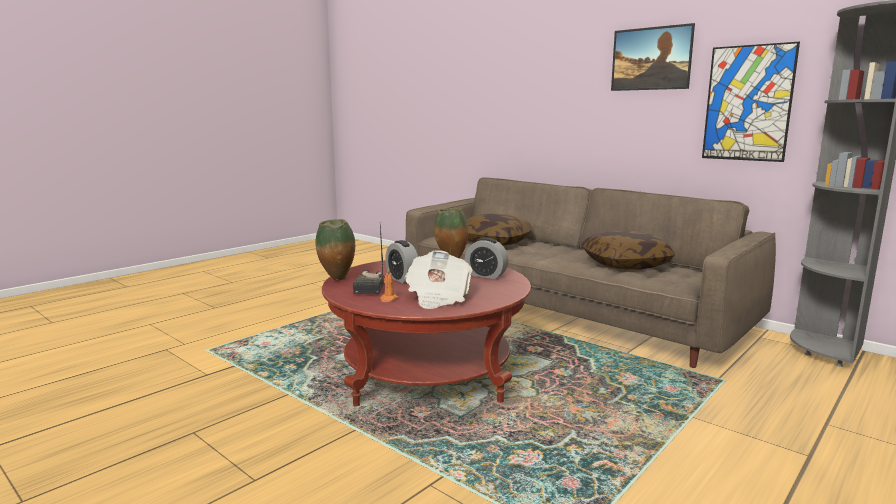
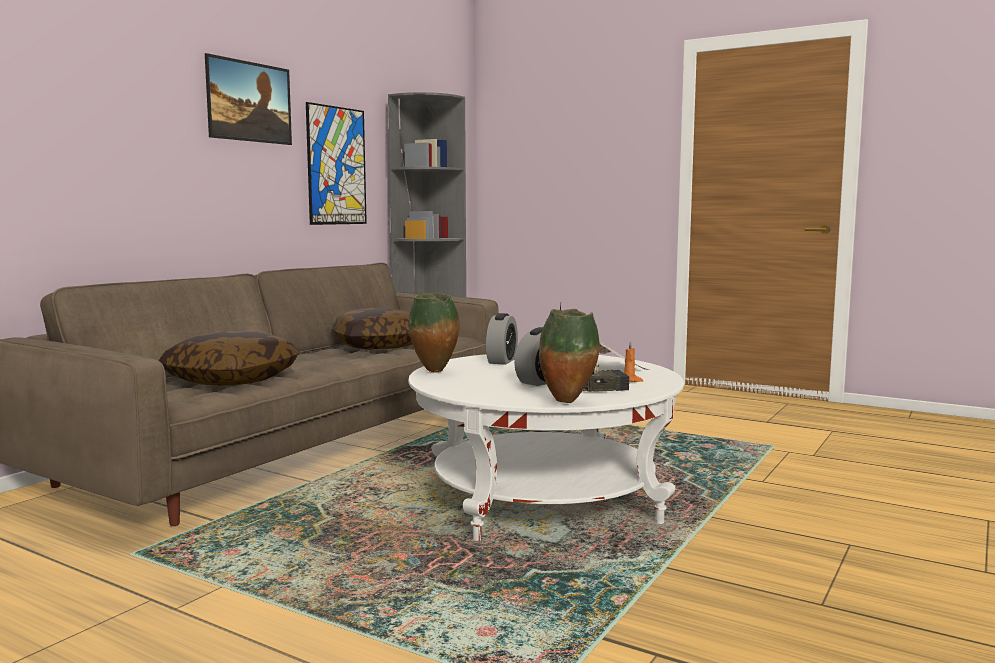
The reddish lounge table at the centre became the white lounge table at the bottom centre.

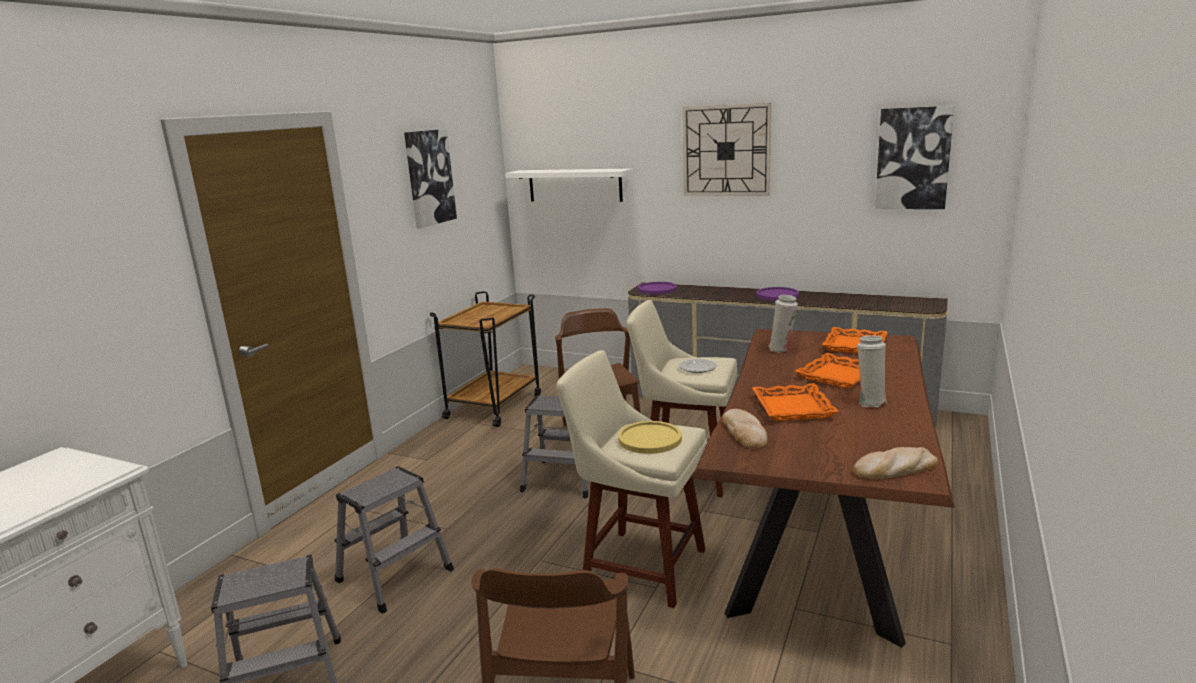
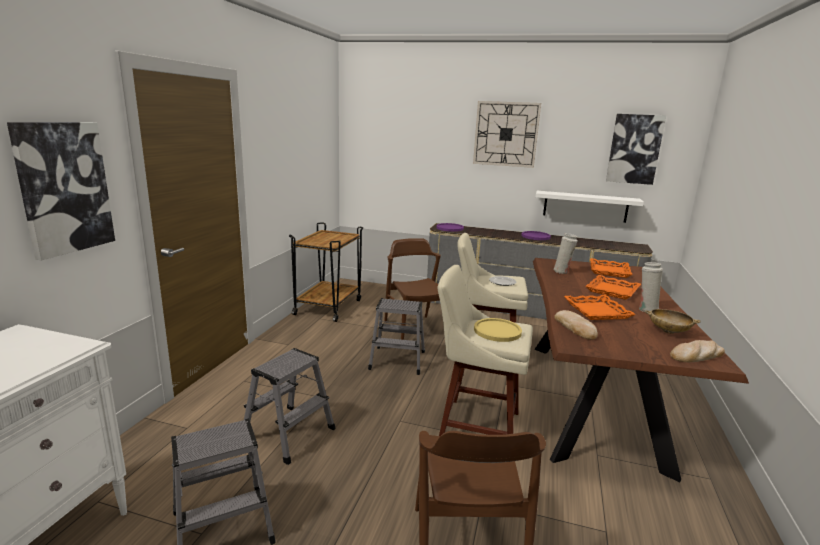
The wall art (1st from left) moved from the top centre to the middle left. The white wall shelf moved from the top centre to the middle right. The beige bowl at the middle right appeared.

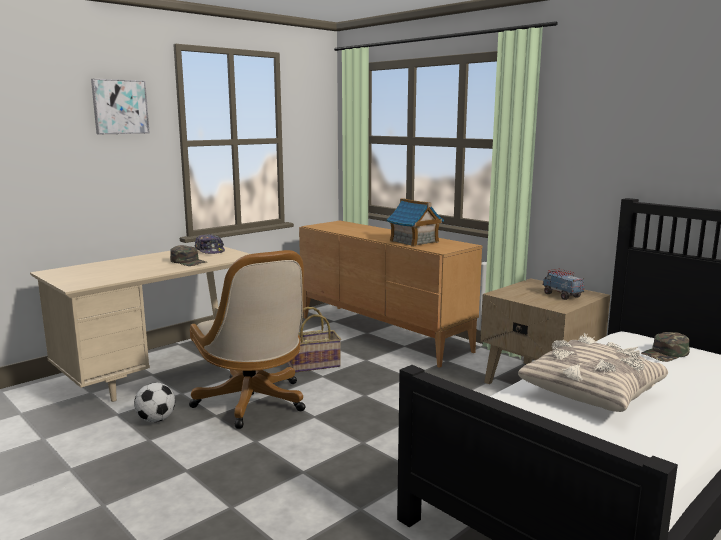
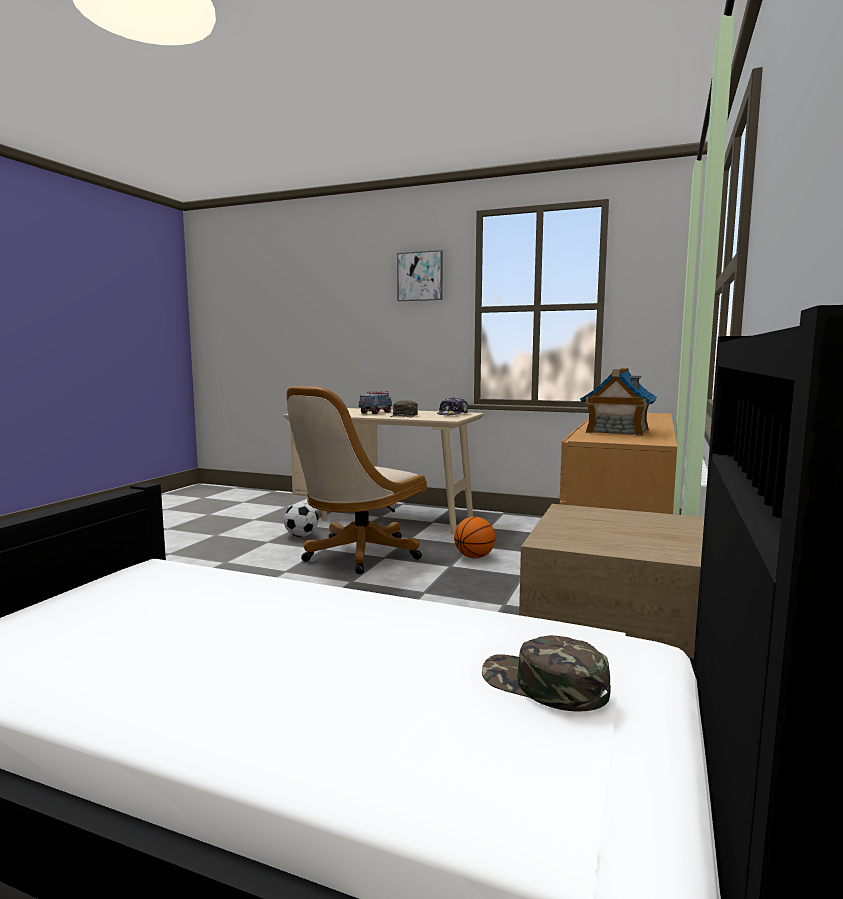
The toy truck moved from the middle right to the centre. The household basket at the centre was replaced by the ball for basketball at the centre. The beige pillow at the bottom right disappeared.

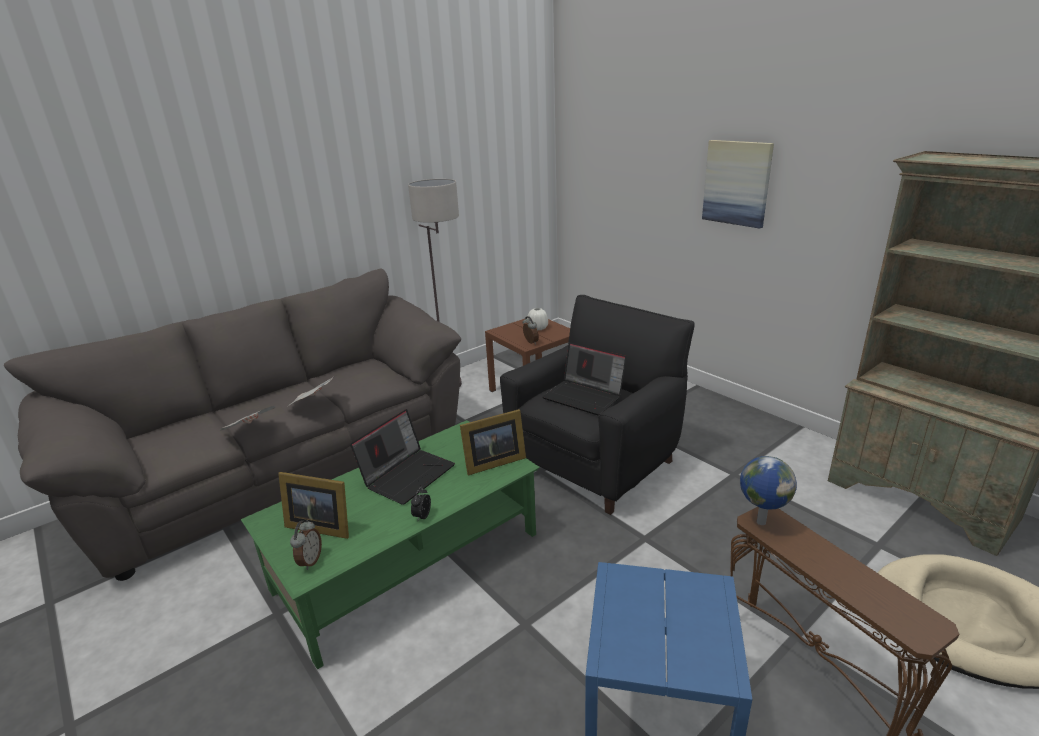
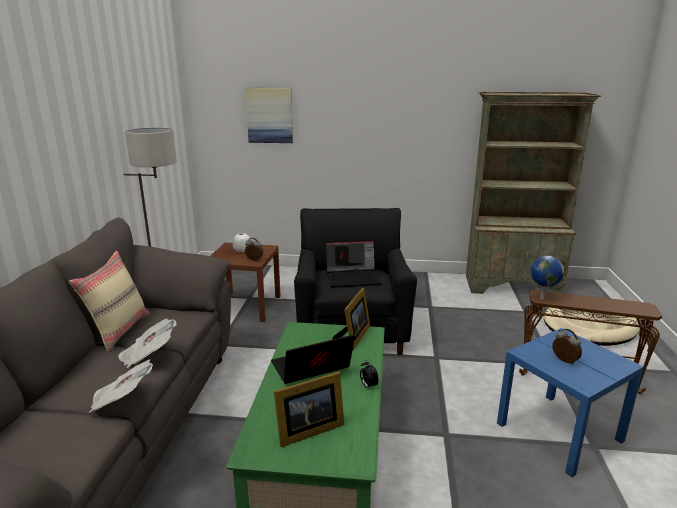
The wall art moved from the top right to the top centre. The portable computer (1st from left) at the centre turned 105 degrees counterclockwise. The table clock (1st from left in the first image) moved from the bottom left to the bottom right. The beige pillow at the middle left appeared.

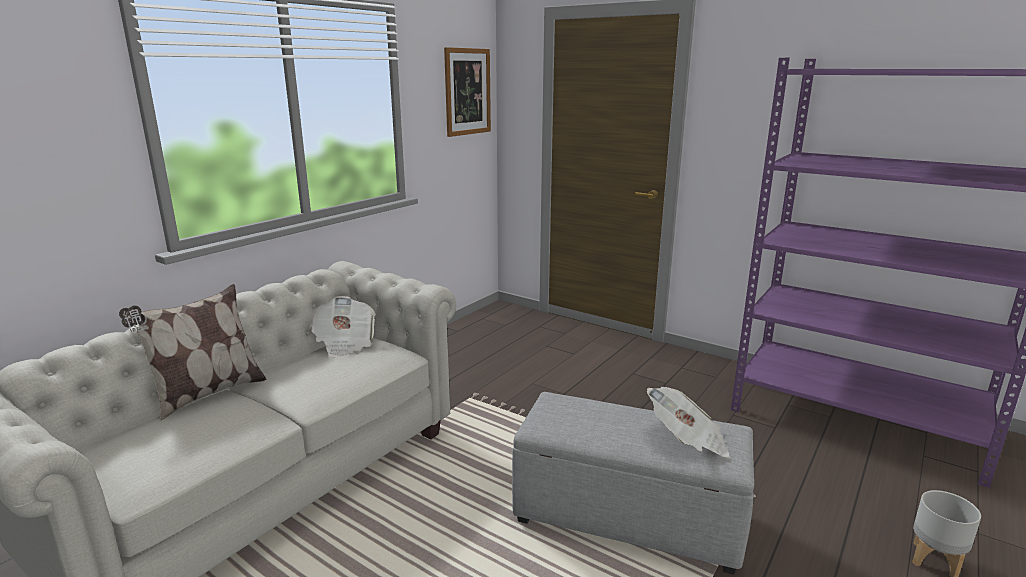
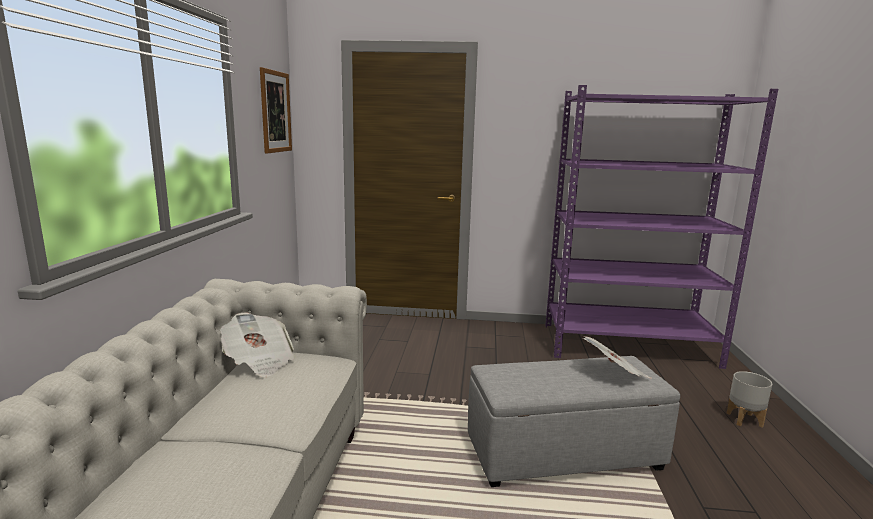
The pillow at the middle left disappeared.

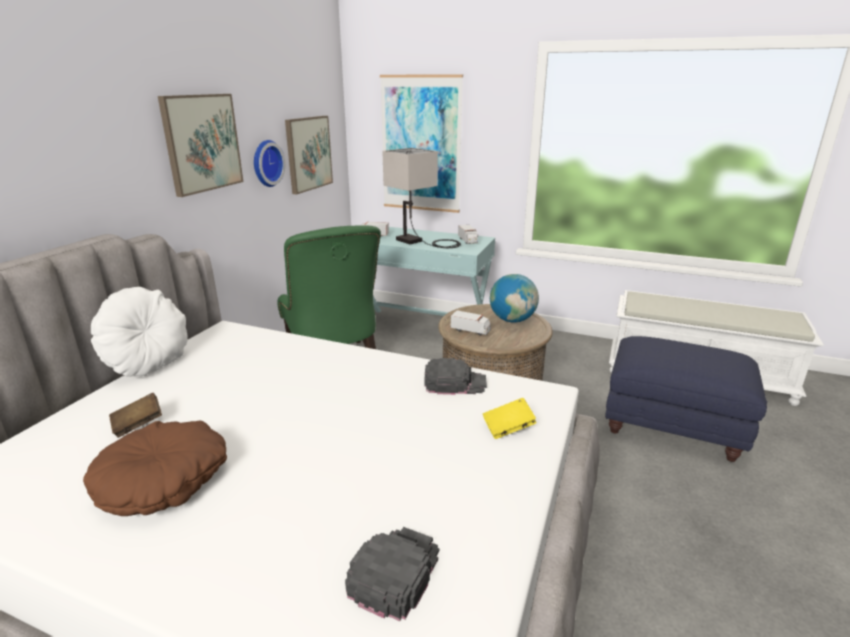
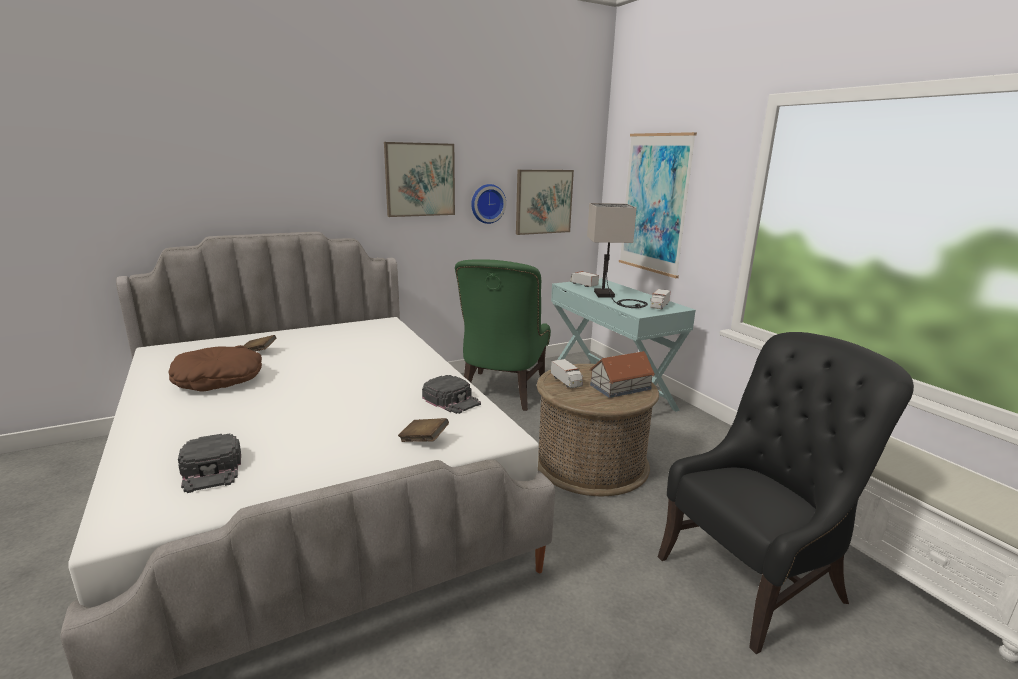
The globe at the centre was replaced by the miniature house at the centre. The white pillow at the middle left disappeared. The blue ottoman at the middle right was replaced by the black-coloured plain chair at the bottom right. The yellow-coloured bound book at the centre became the brown-coloured bound book (2nd from left) at the centre. The black-coloured cap (1st from left) at the bottom centre turned 90 degrees clockwise.

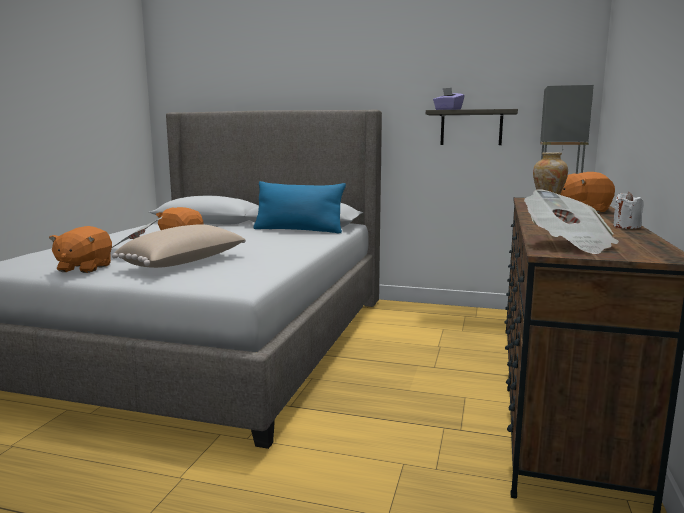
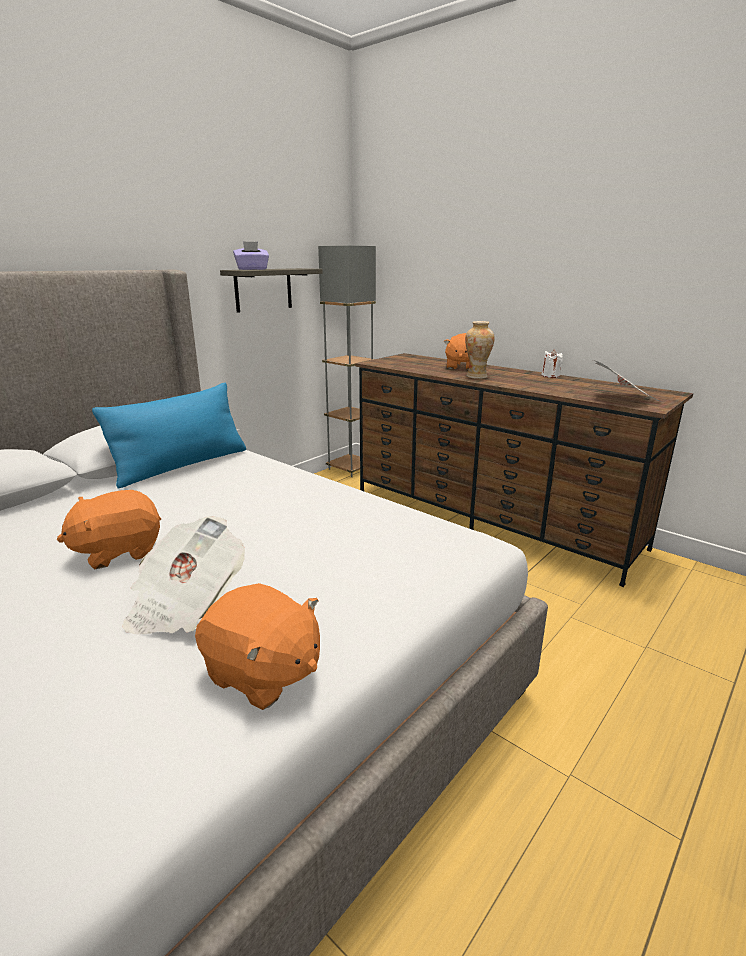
The beige pillow at the middle left disappeared.

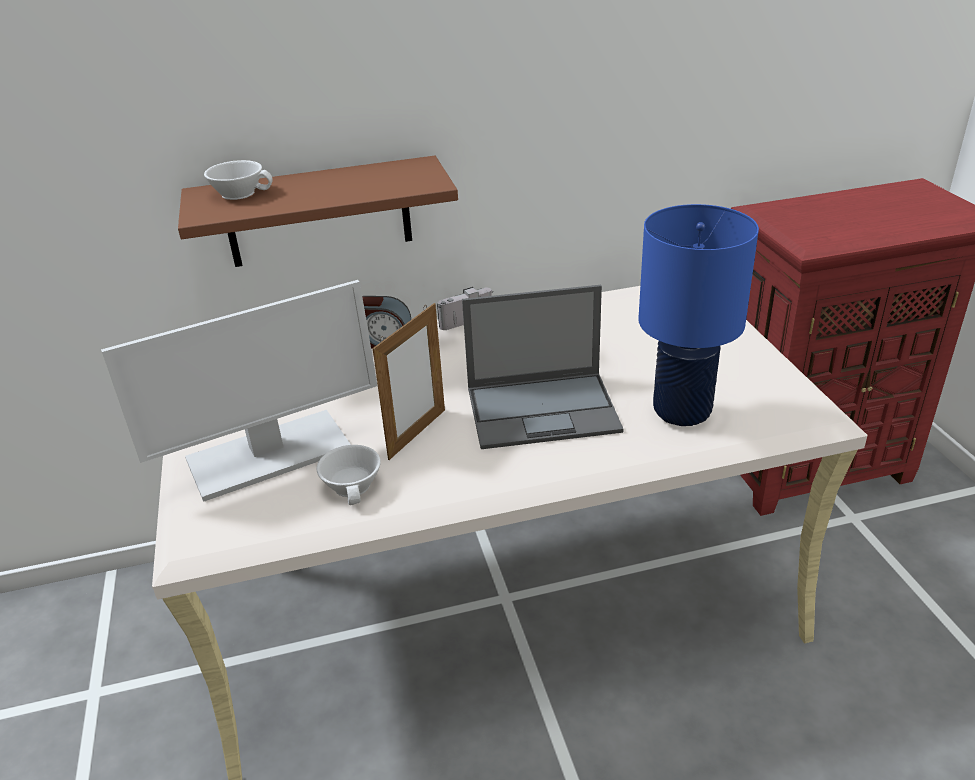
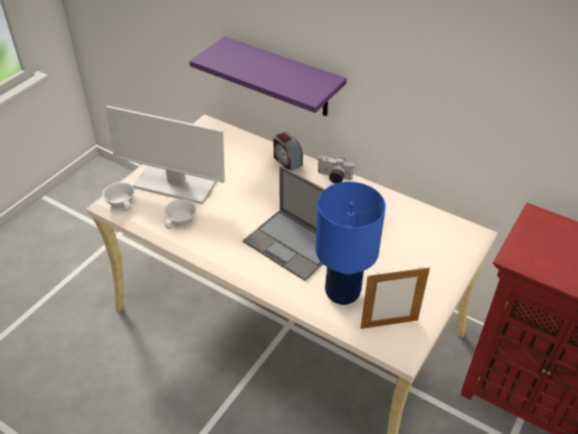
The brown-coloured wall shelf at the top left became the purple wall shelf at the top centre. The white small cup (1st from left) moved from the top left to the middle left. The photo frame moved from the centre to the bottom right.

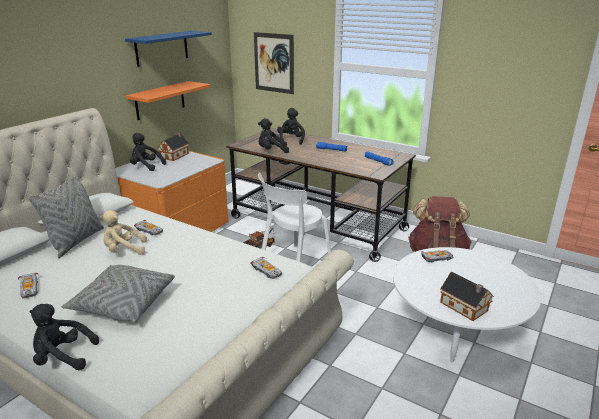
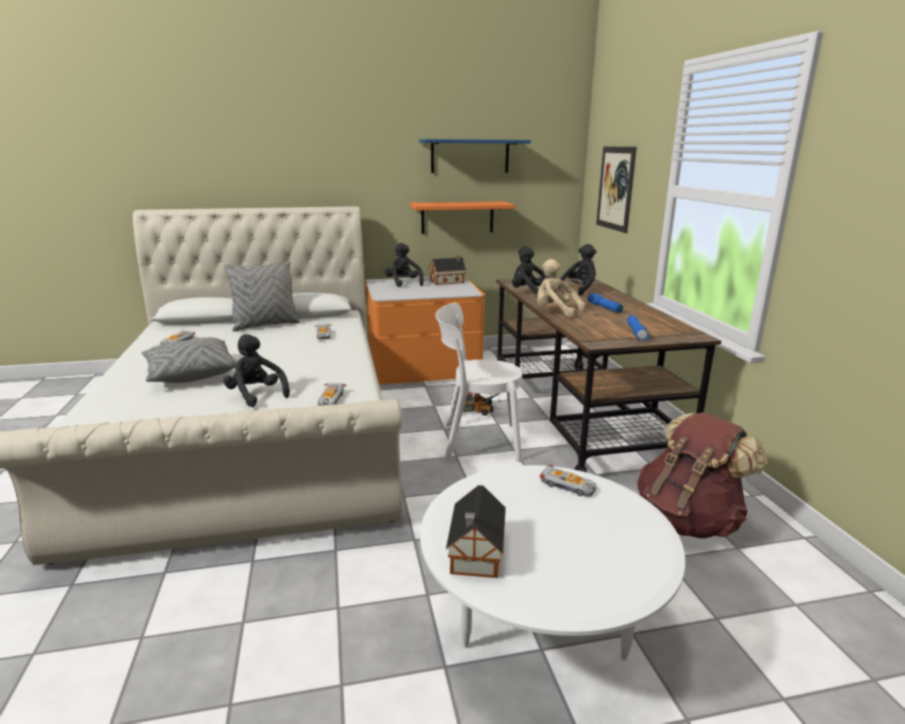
The beige soft toy moved from the middle left to the centre. The black-coloured soft toy (1st from left) moved from the bottom left to the middle left.

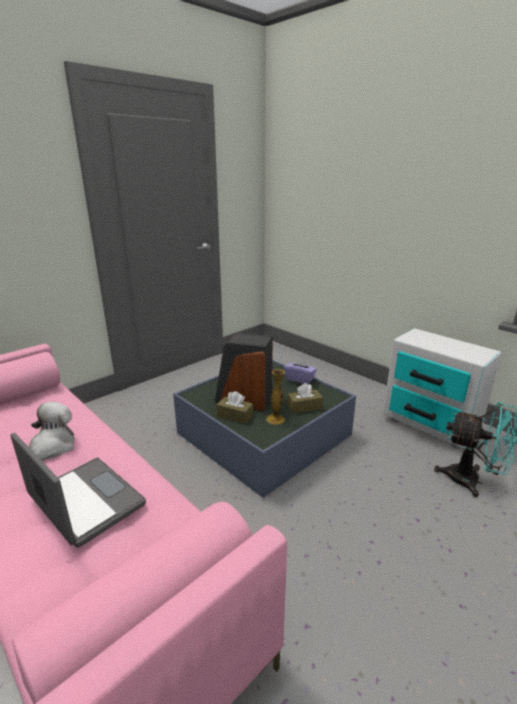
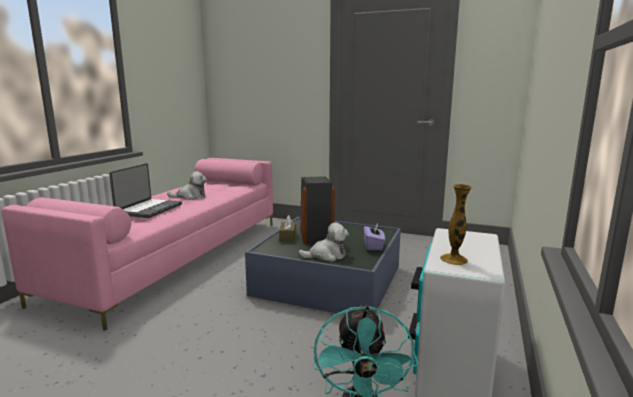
The flower vase moved from the centre to the middle right. The brown-coloured box of tissues (2nd from left) at the centre was replaced by the soft toy (2nd from left) at the centre.

